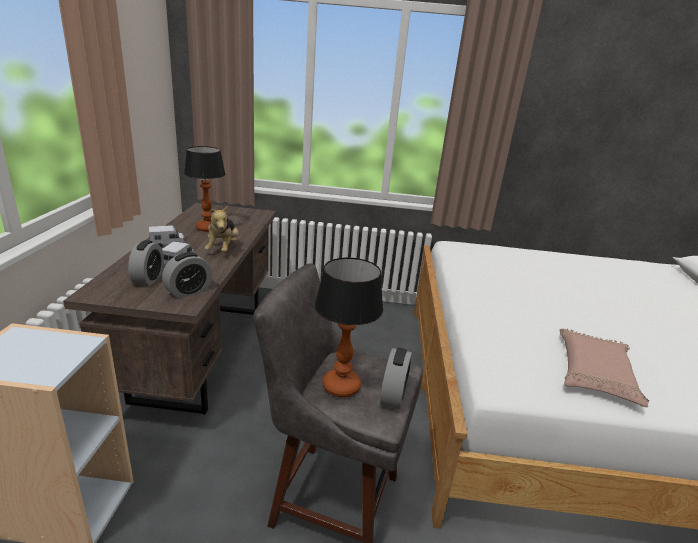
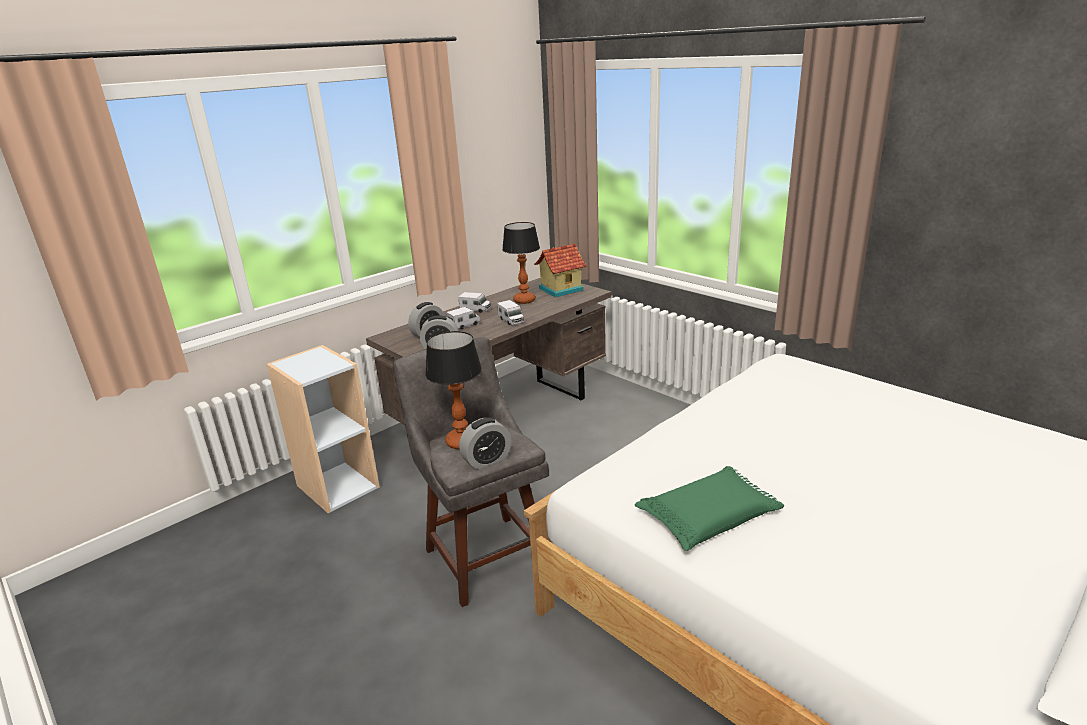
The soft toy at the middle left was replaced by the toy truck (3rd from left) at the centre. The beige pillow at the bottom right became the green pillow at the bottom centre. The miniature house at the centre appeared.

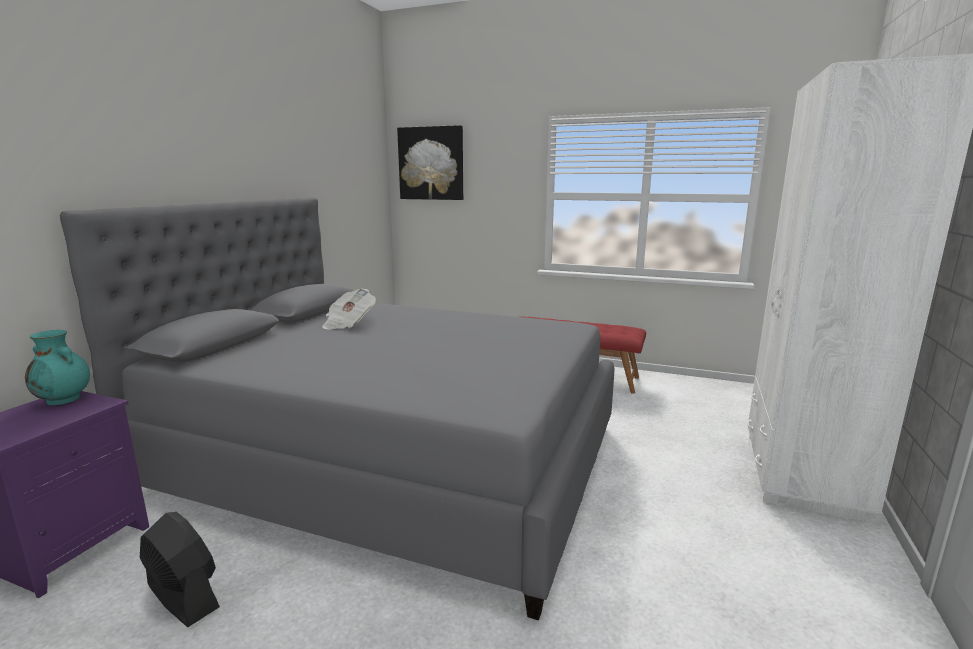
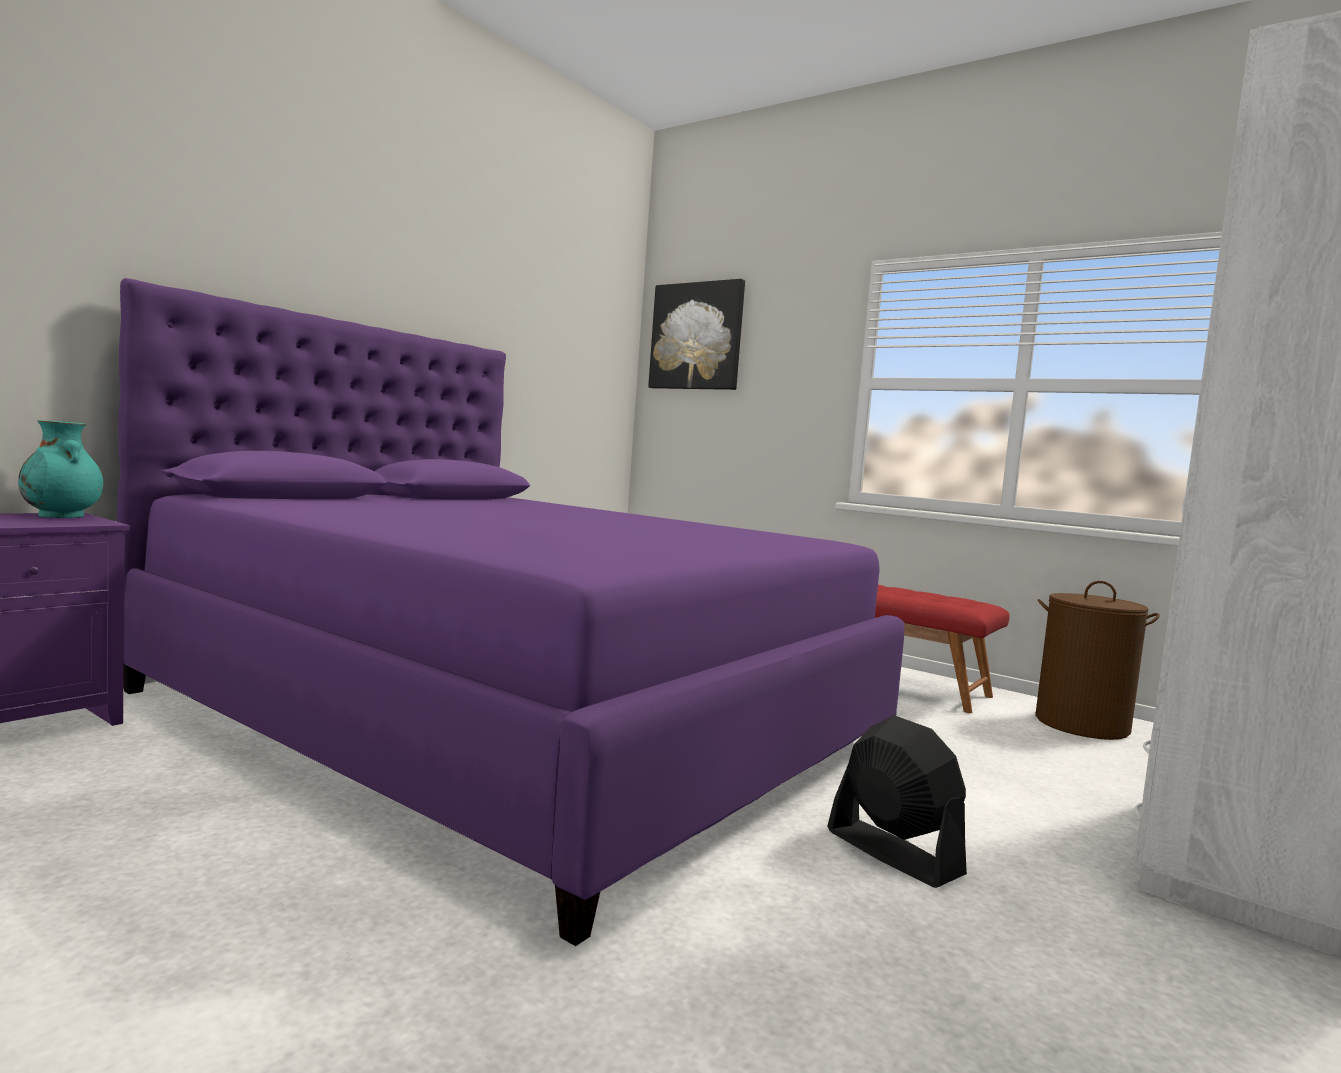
The gray bed at the centre became the purple bed at the centre. The daily paper at the centre disappeared. The black-coloured fan moved from the bottom left to the bottom right. The brown-coloured hamper at the middle right appeared.

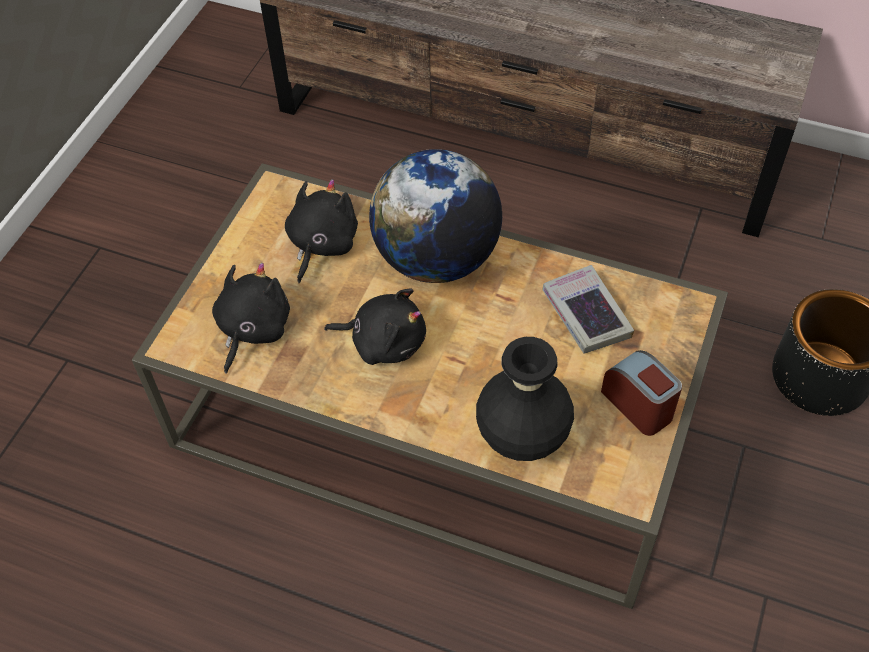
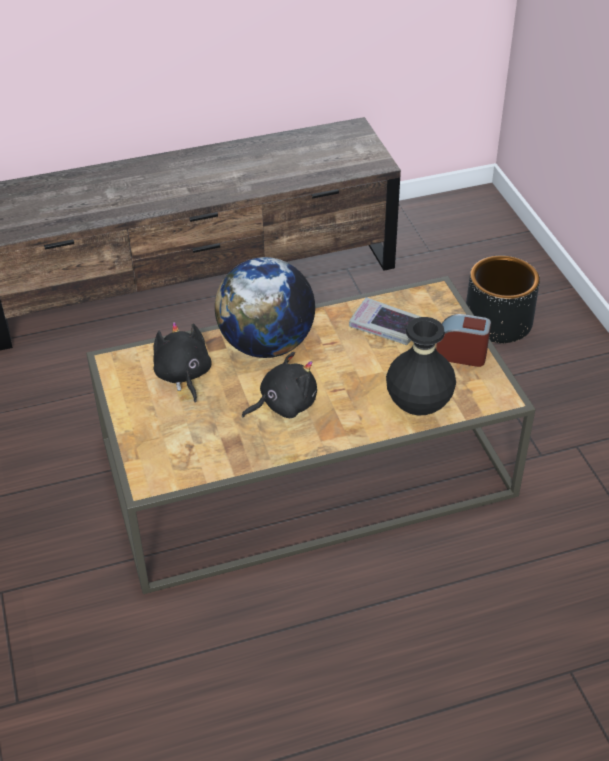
The black-coloured soft toy (1st from left) at the middle left disappeared.

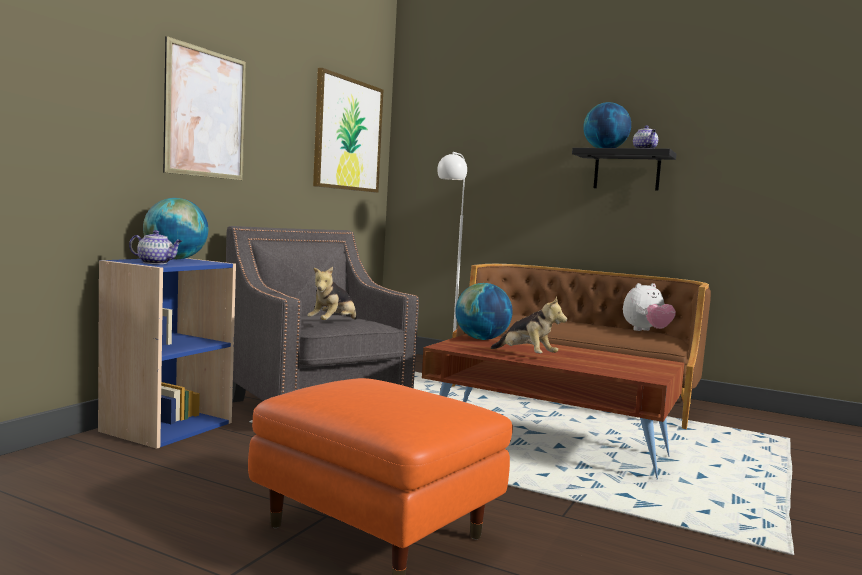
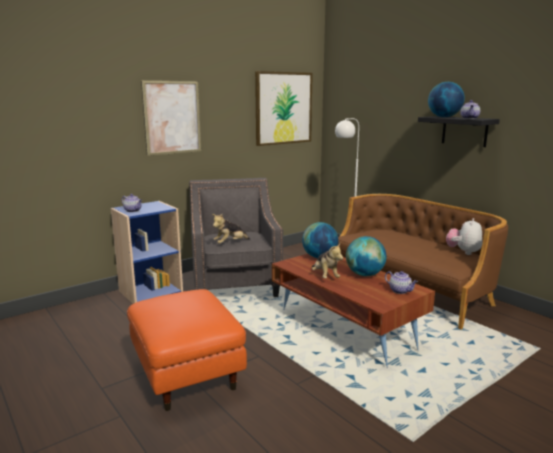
The globe (1st from left in the first image) moved from the middle left to the centre. The soft toy (3rd from left) at the middle right turned 120 degrees clockwise. The teapot (2nd from left) at the middle right appeared.

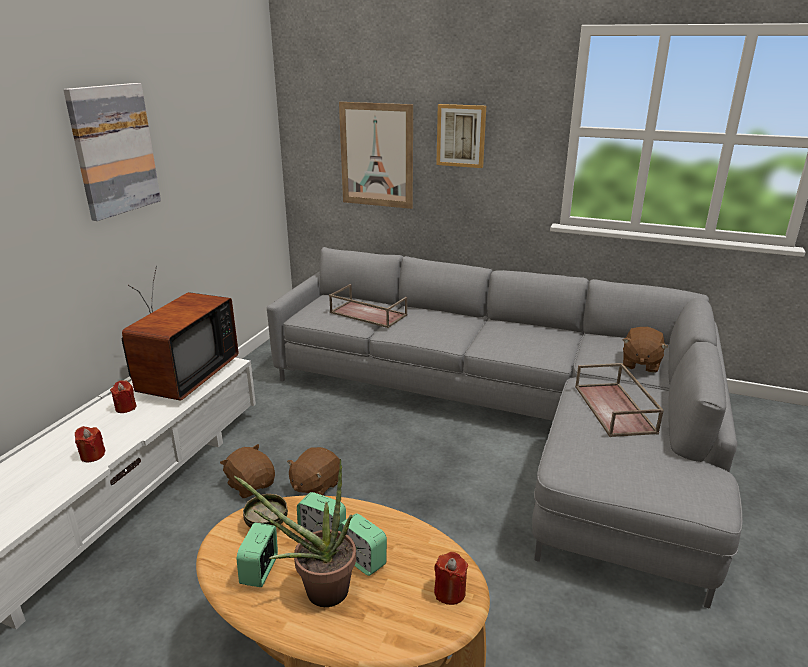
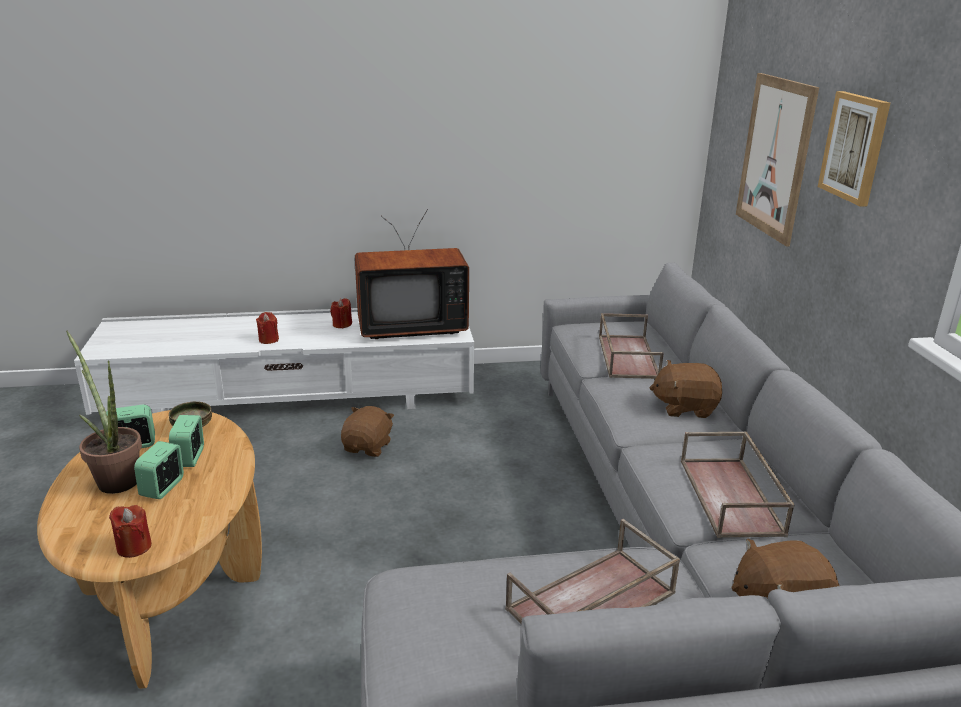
The wall art (1st from left) at the top left disappeared. The brown-coloured soft toy (2nd from left) moved from the bottom centre to the middle right. The brown-coloured carrying tray (3rd from left) at the bottom right appeared.

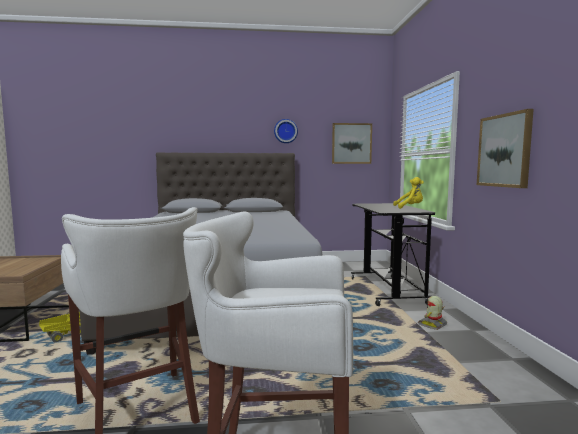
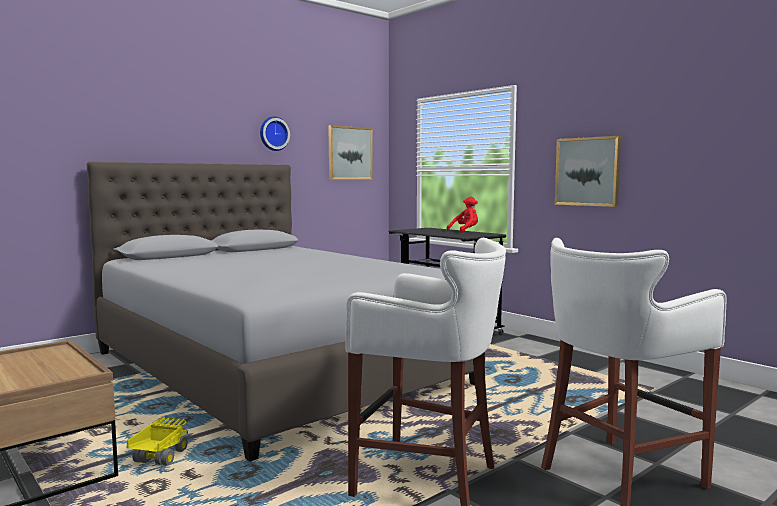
The yellow-coloured soft toy at the middle right became the reddish soft toy at the centre. The toy robot at the bottom right disappeared.

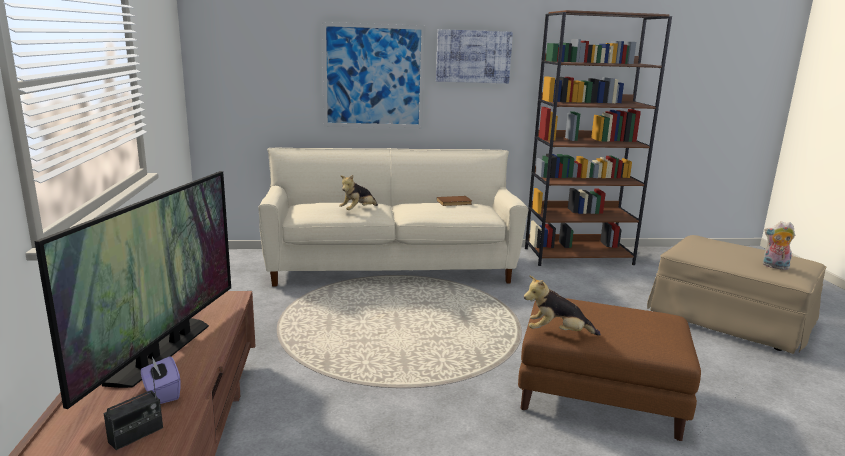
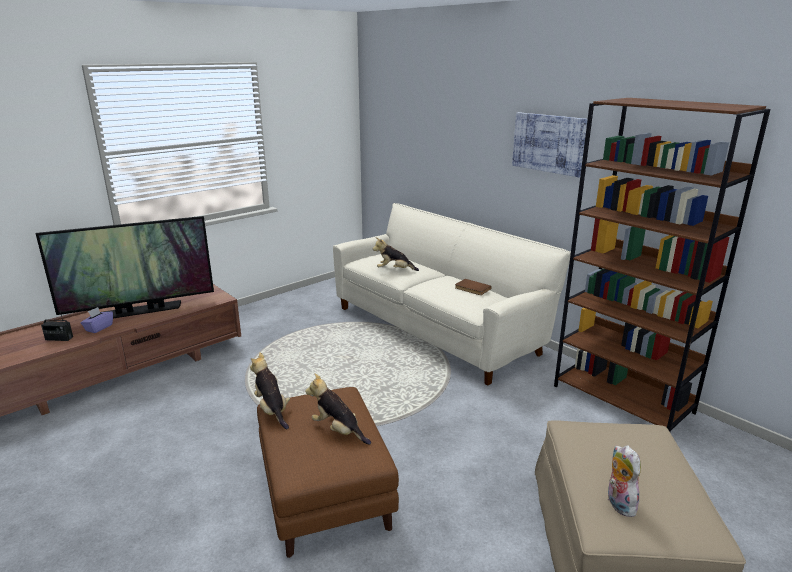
The wall art (1st from left) at the top centre disappeared. The soft toy (2nd from left) at the bottom centre appeared.

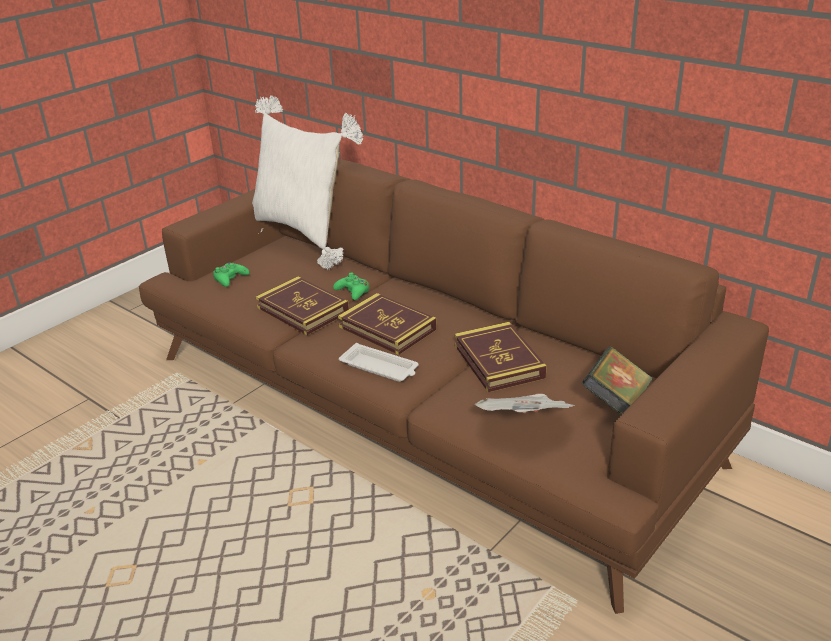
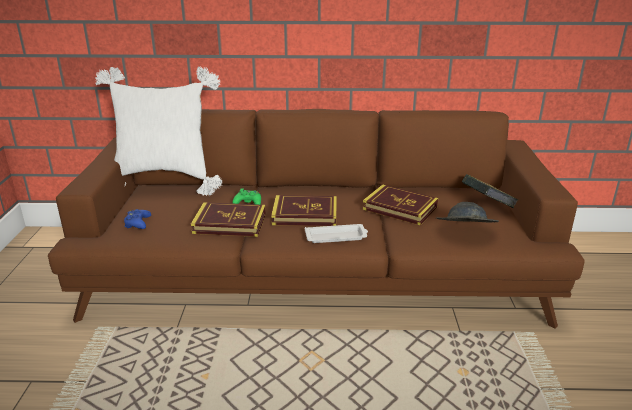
The green gamepad (1st from left) at the middle left became the blue gamepad at the middle left. The daily paper at the centre was replaced by the gray hat at the middle right.

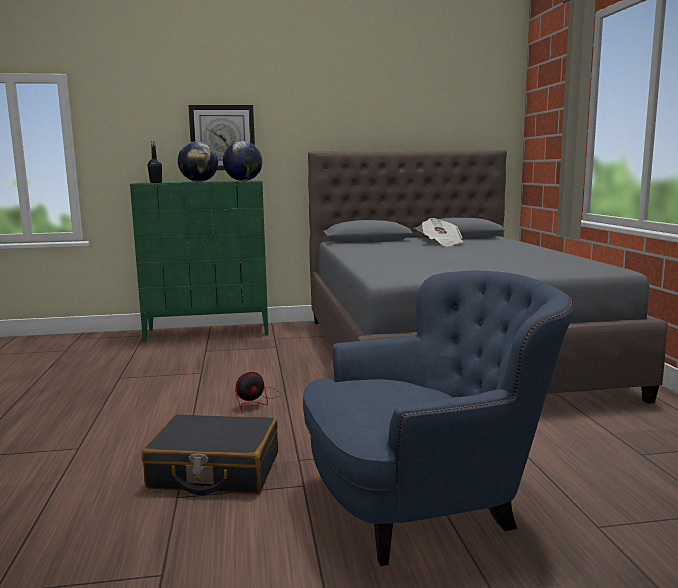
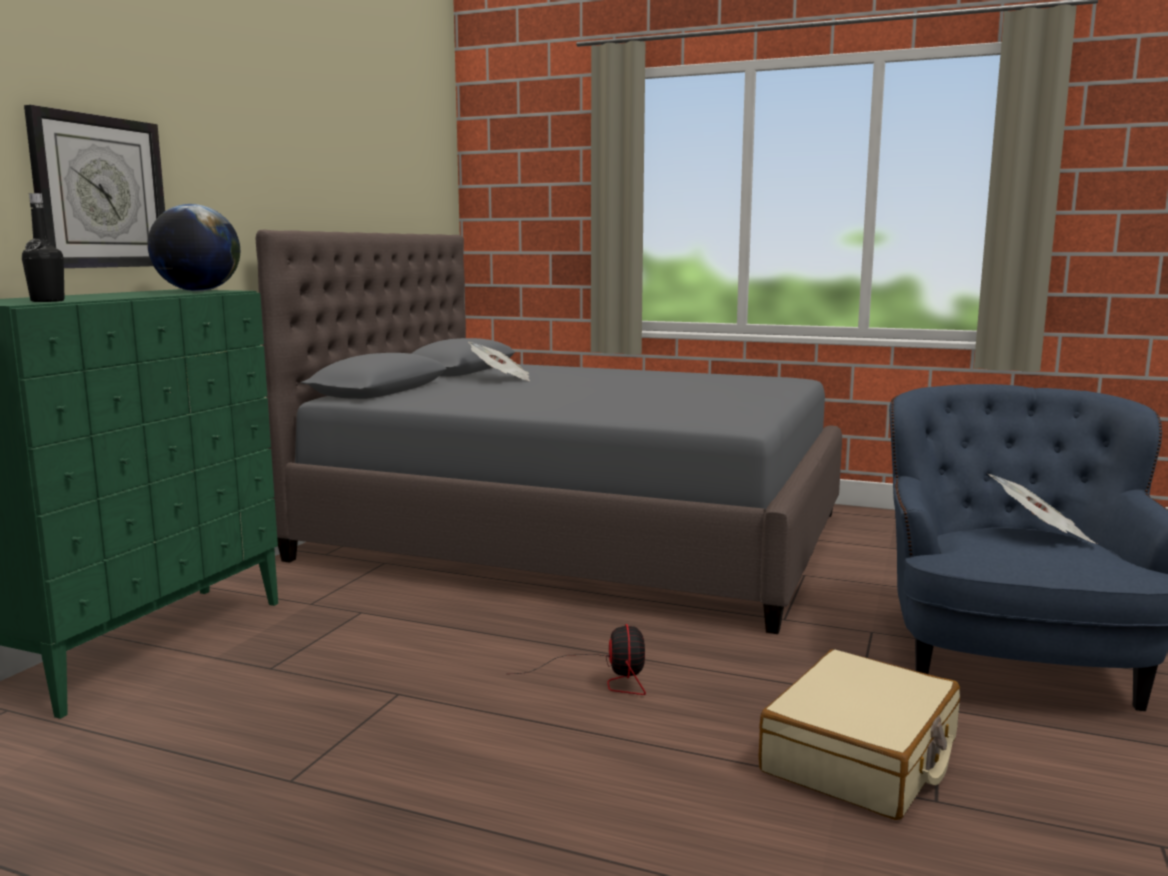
The globe (1st from left) at the top left disappeared. The black-coloured suitcase at the bottom left became the beige suitcase at the bottom right. The daily paper (2nd from left) at the middle right appeared.

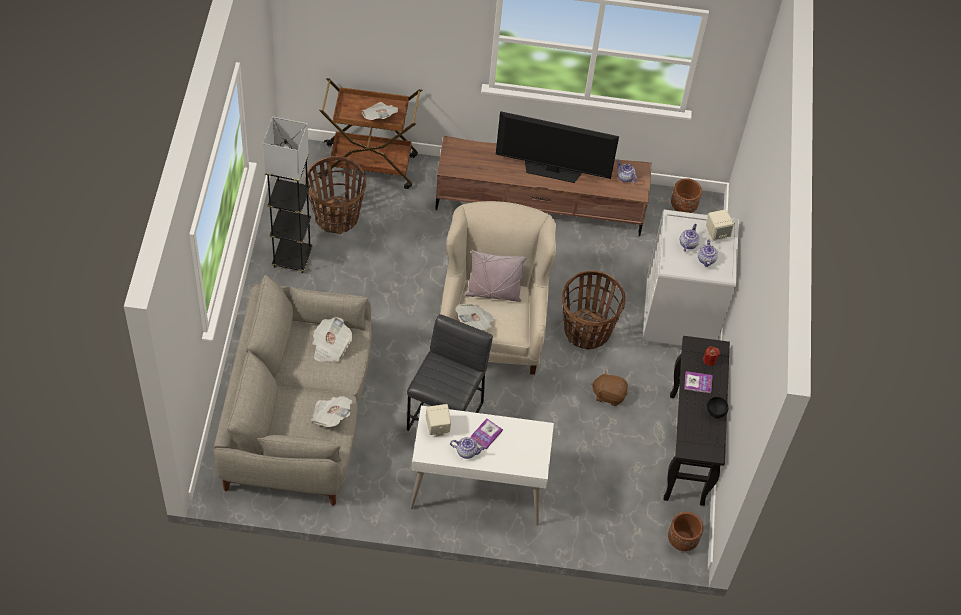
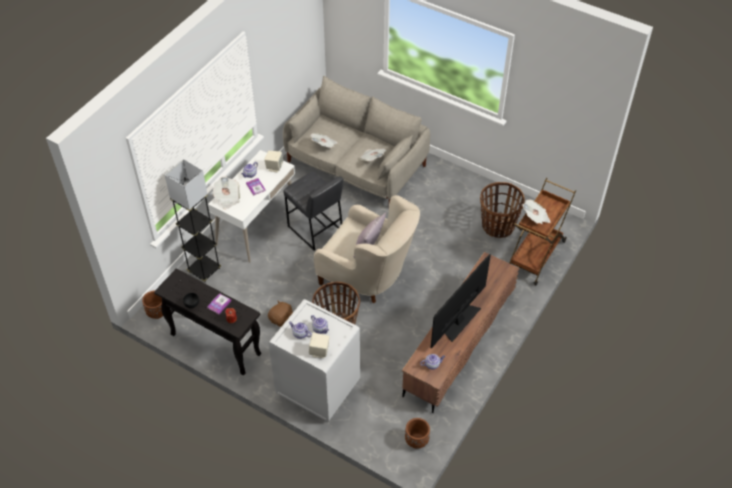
The gray standing lamp moved from the top left to the middle left. The daily paper (4th from left in the first image) moved from the centre to the middle left.

